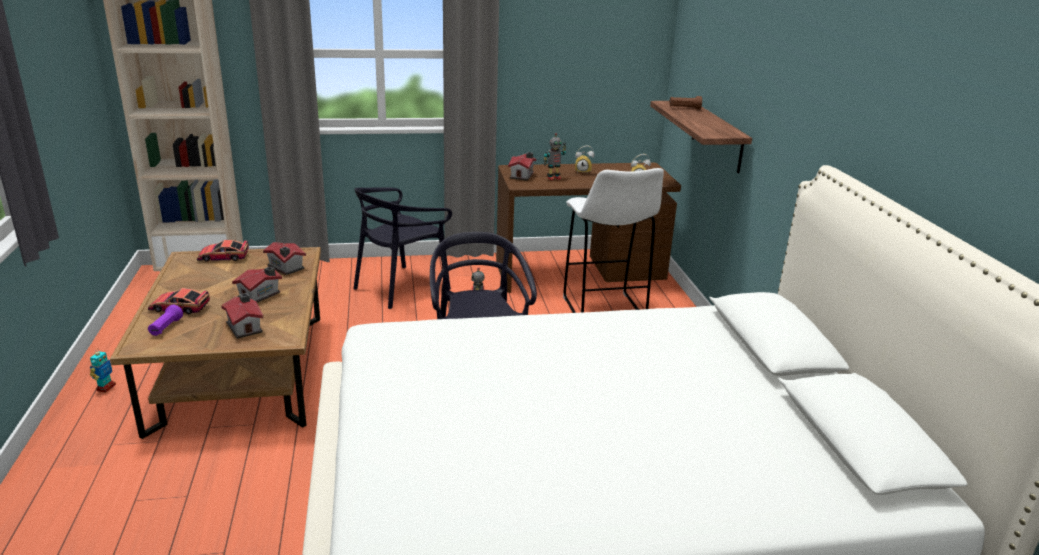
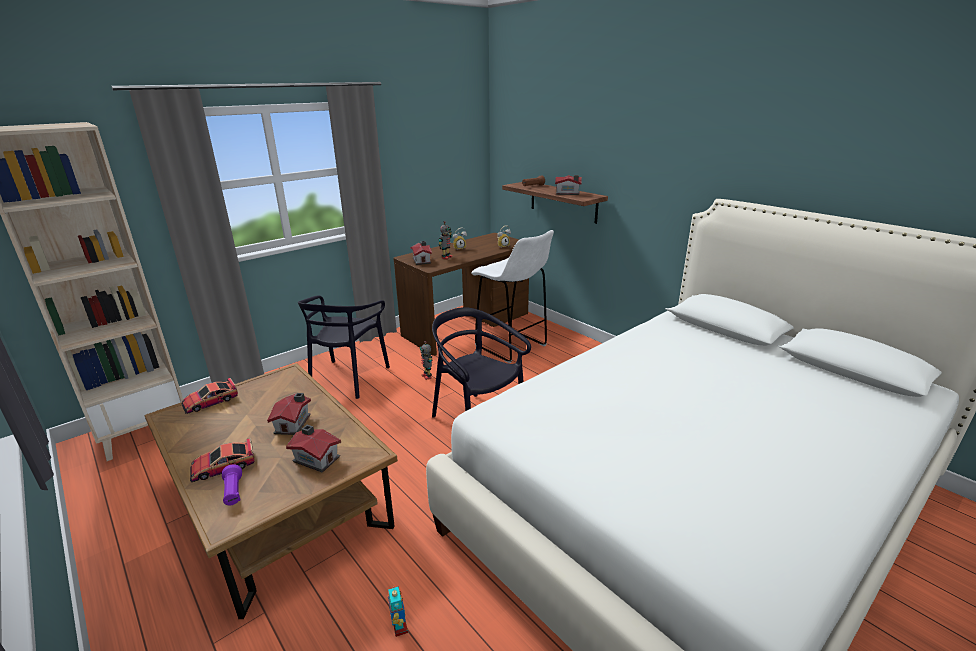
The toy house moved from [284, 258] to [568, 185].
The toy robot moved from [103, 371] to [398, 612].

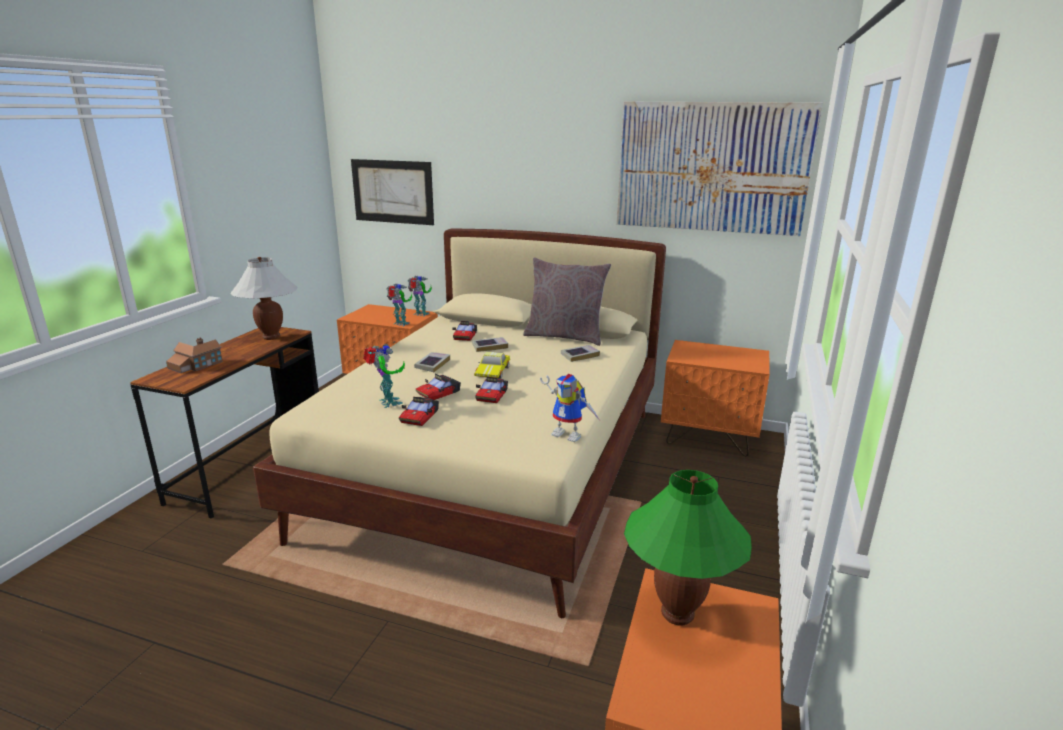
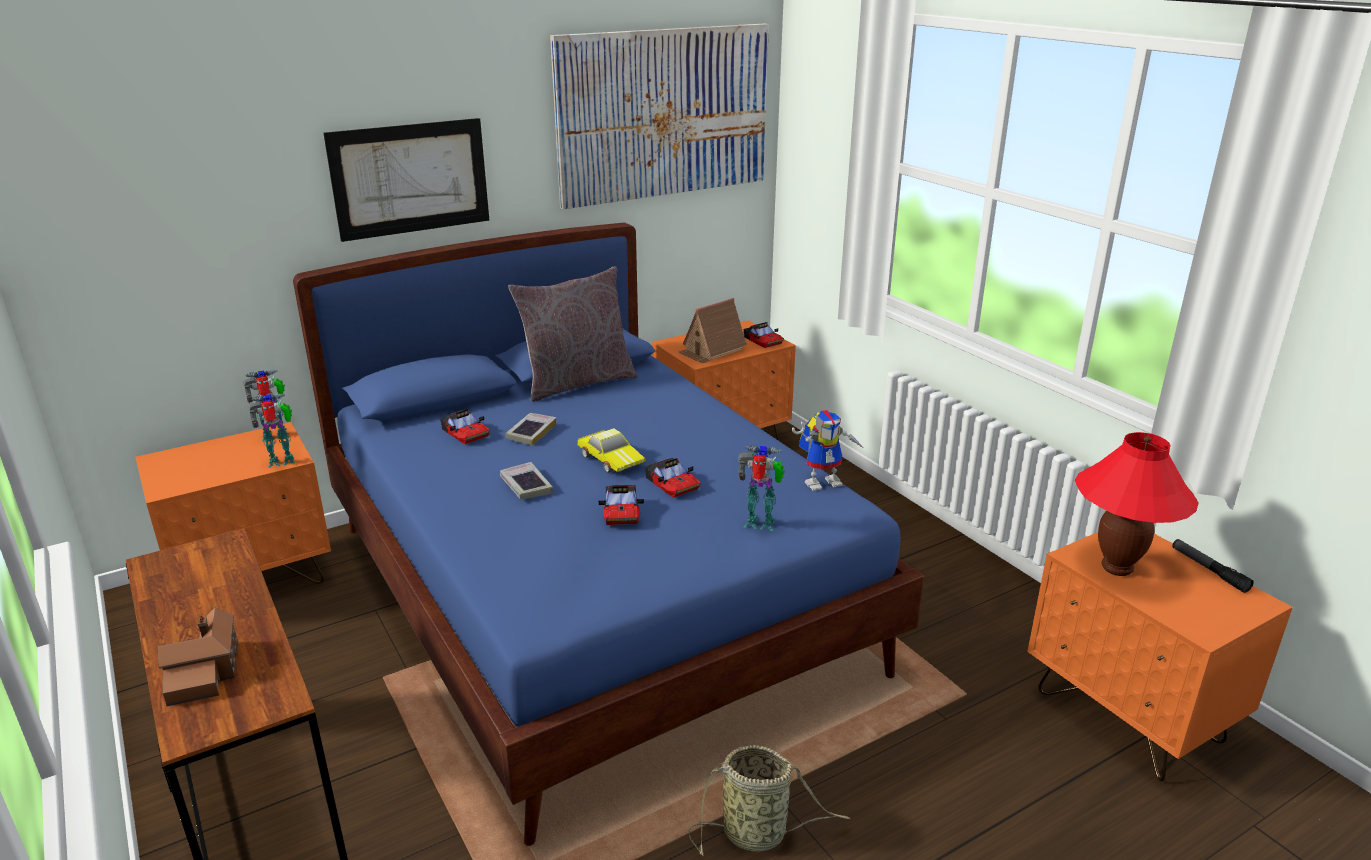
The picture moved from [392, 192] to [406, 180].
The beige bed at [459, 423] became the blue bed at [609, 534].
The white table lamp at [264, 298] disappeared.
The toy robot moved from [384, 376] to [761, 488].
The book at [580, 353] disappeared.
The toy car moved from [419, 411] to [764, 335].
The green table lamp at [688, 548] became the red table lamp at [1137, 504].
The toy house at [712, 330] appeared.
The flashlight at [1213, 566] appeared.
The basket at [769, 800] appeared.

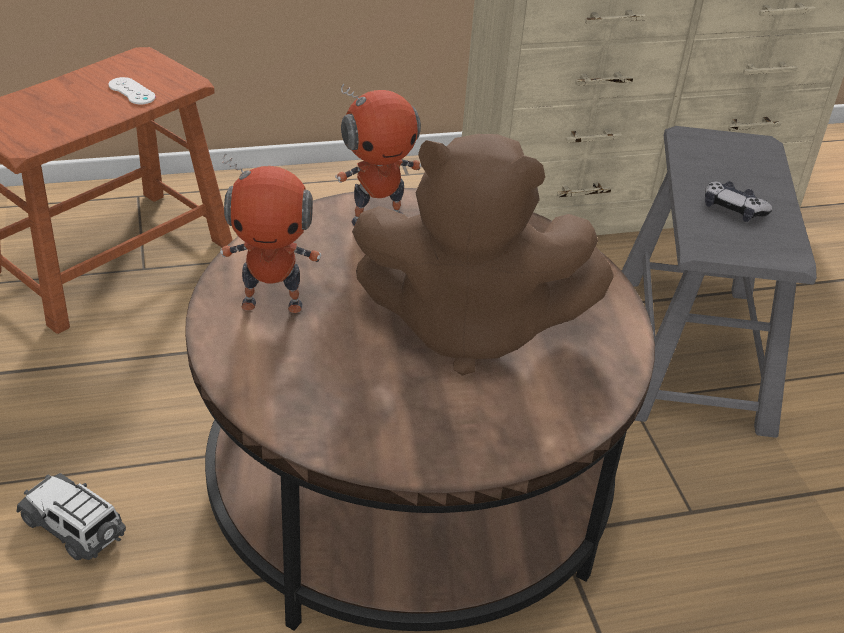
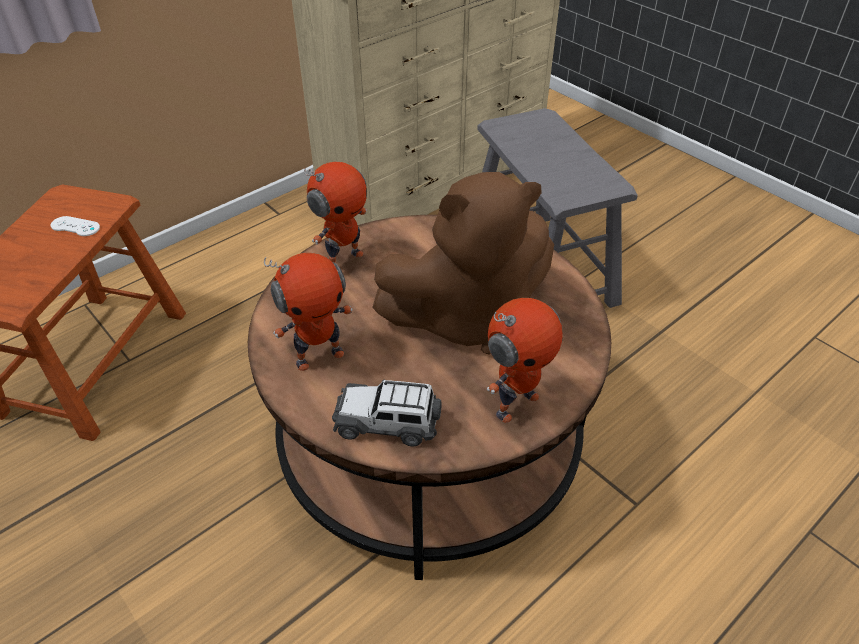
The game controller at [739, 201] disappeared.
The toy car moved from [71, 516] to [387, 413].
The toy robot at [525, 360] appeared.

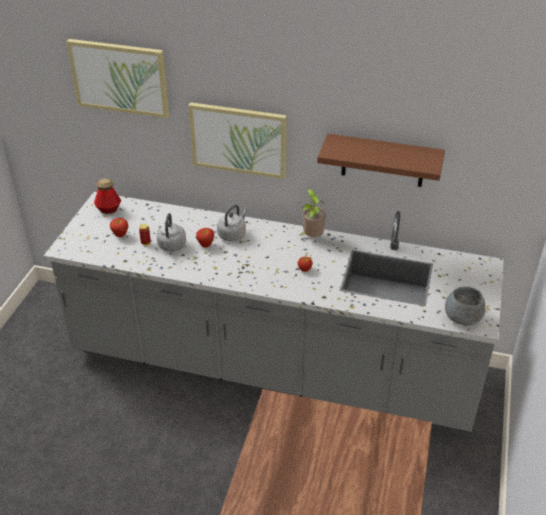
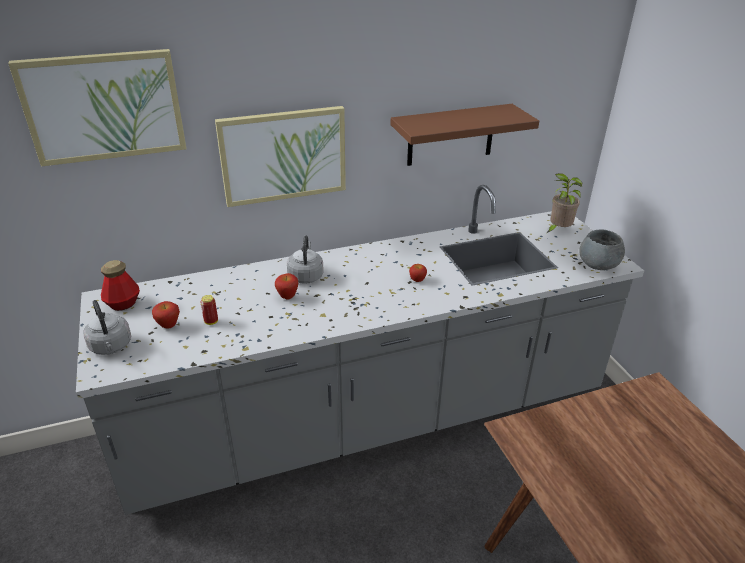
The potted plant moved from [312, 212] to [565, 203].
The grey kettle moved from [171, 232] to [107, 327].

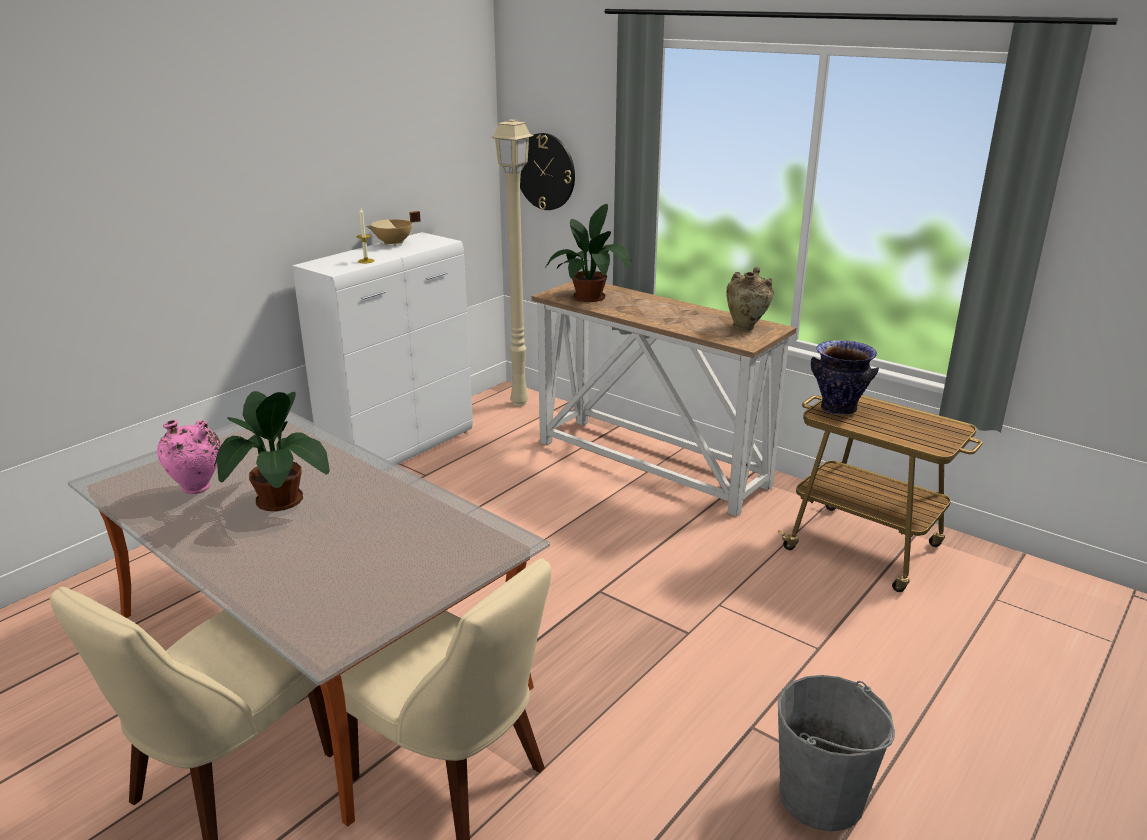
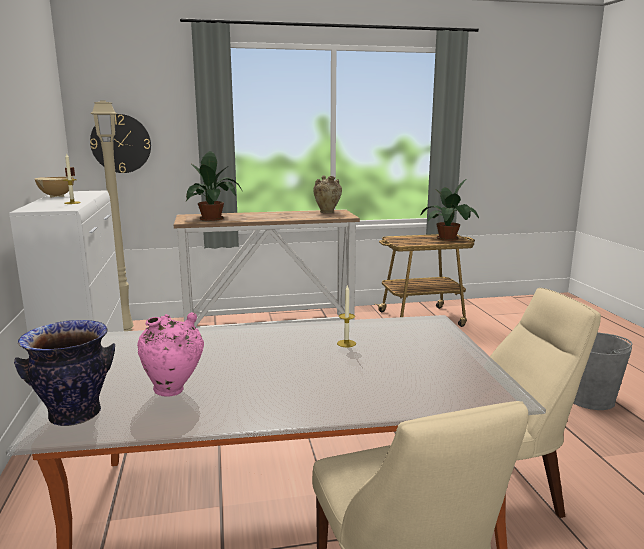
The vase moved from [845, 377] to [64, 373].
The potted plant moved from [272, 451] to [450, 210].
The candle at [346, 316] appeared.

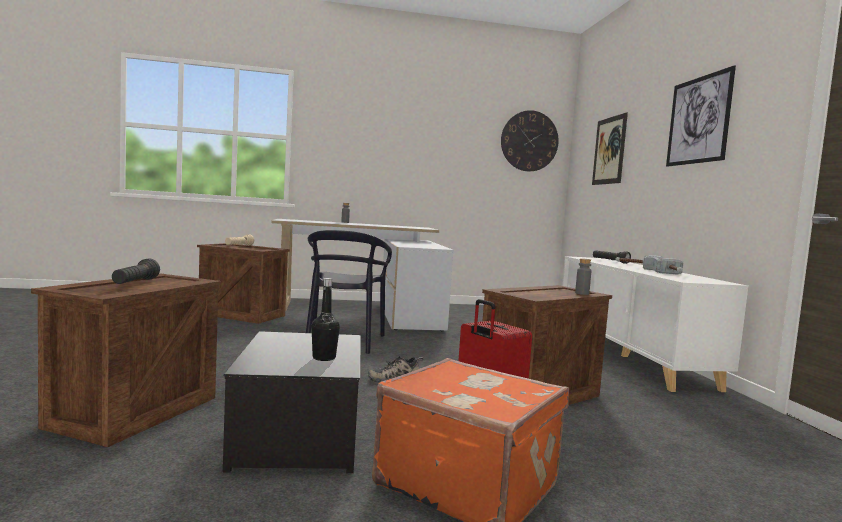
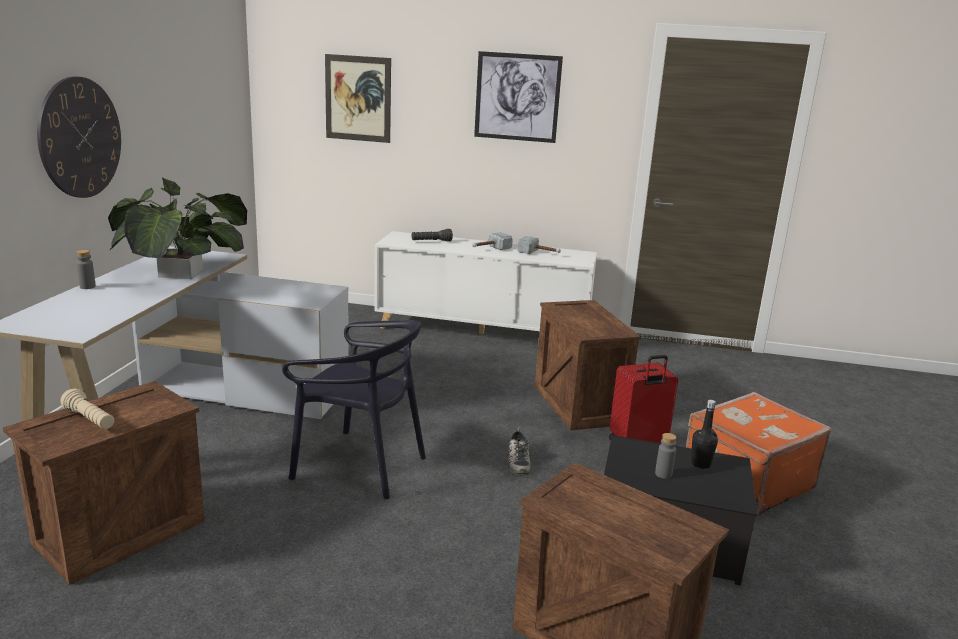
The wall clock moved from [530, 140] to [79, 137].
The black flashlight at [136, 271] disappeared.
The grey bottle moved from [583, 276] to [666, 456].
The potted plant at [177, 228] appeared.

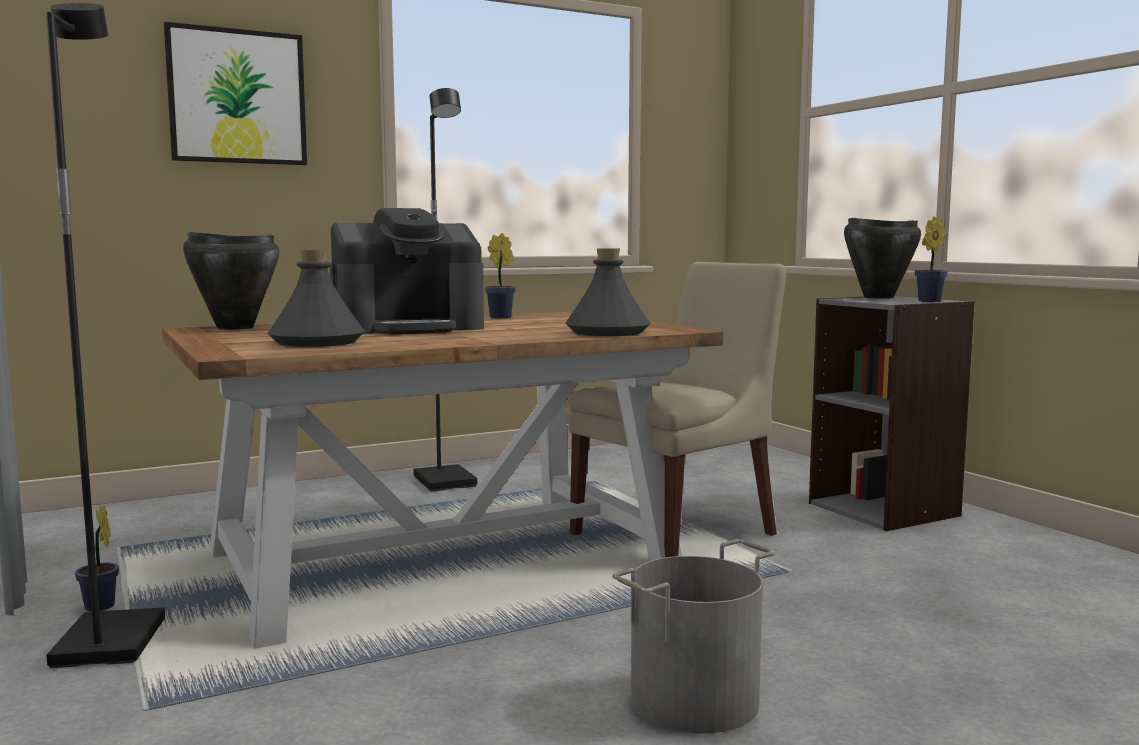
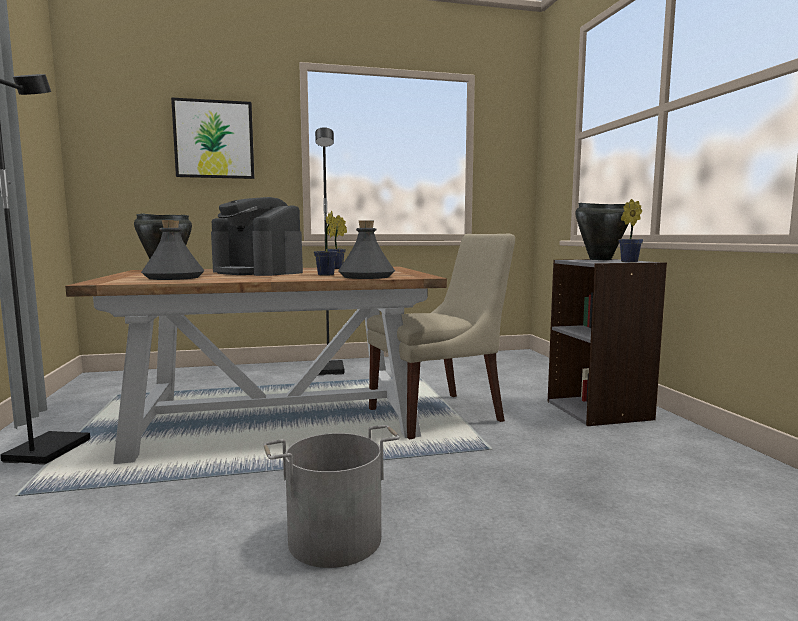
The coffee machine at [407, 271] turned 45 degrees clockwise.
The potted plant moved from [97, 558] to [325, 243].

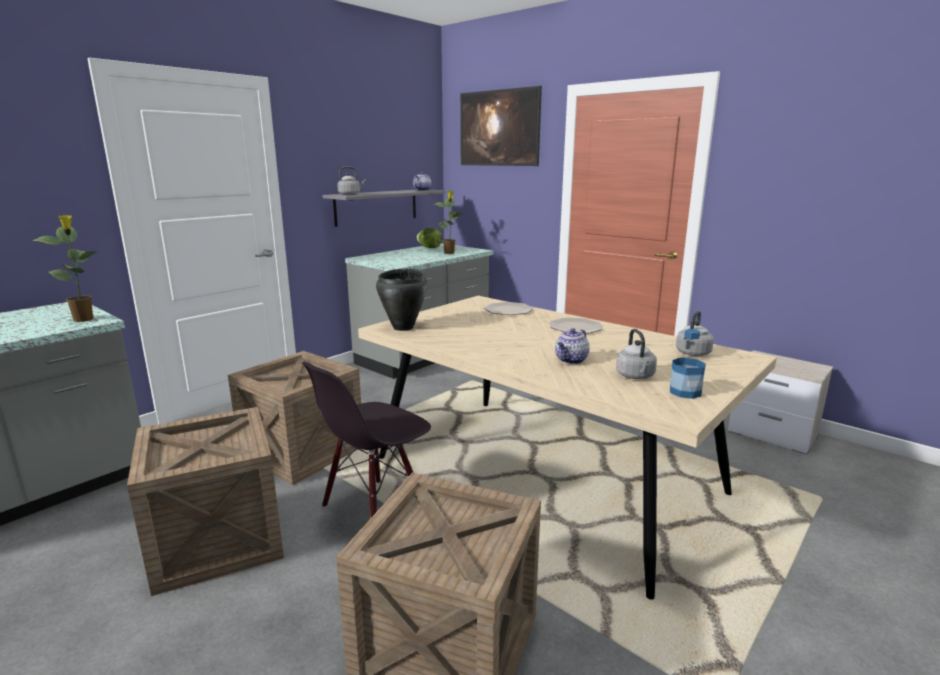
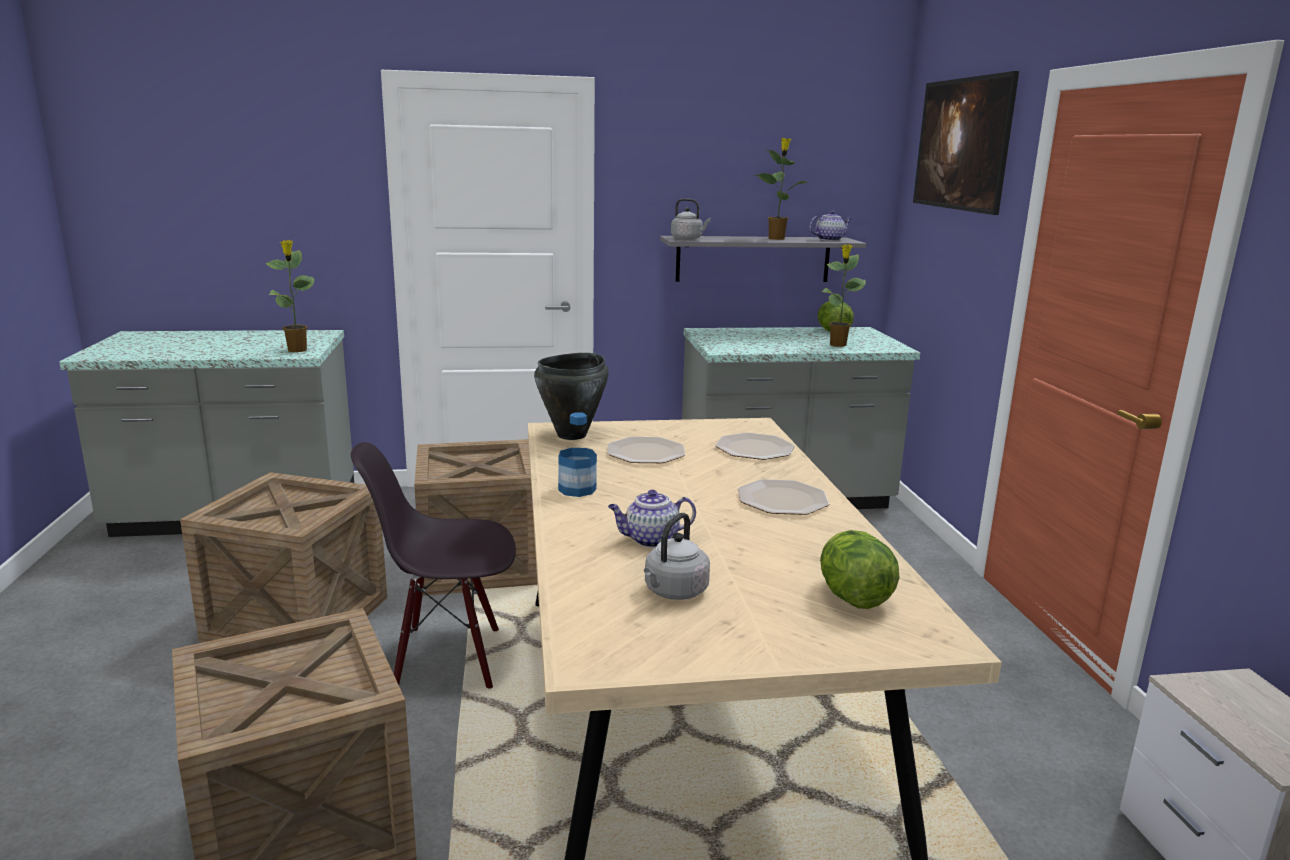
The grey kettle at [695, 333] was replaced by the lettuce at [859, 569].
The bottle moved from [688, 364] to [577, 454].
The potted plant at [781, 189] appeared.
The plate at [646, 450] appeared.

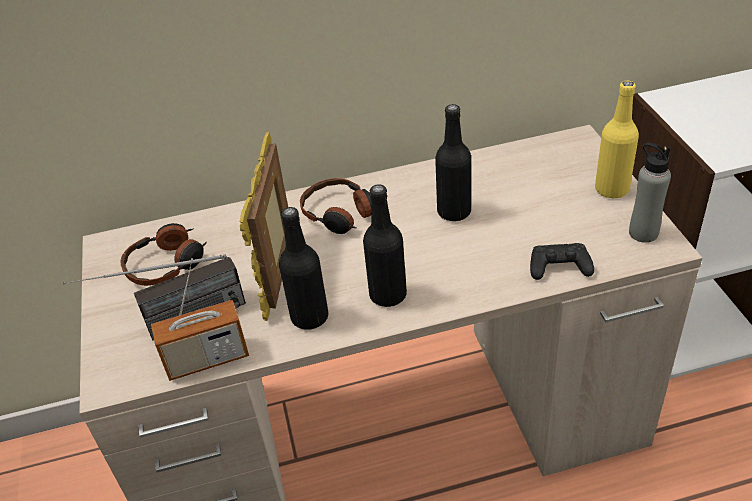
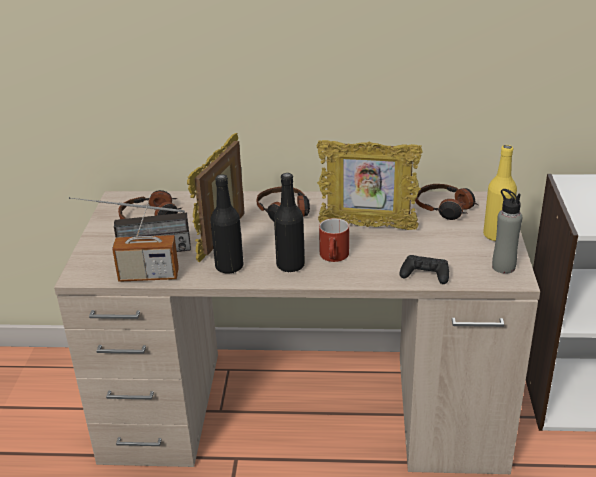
The black bottle at [453, 162] was replaced by the picture frame at [370, 185].
The headphones at [446, 202] appeared.
The red mug at [334, 240] appeared.

